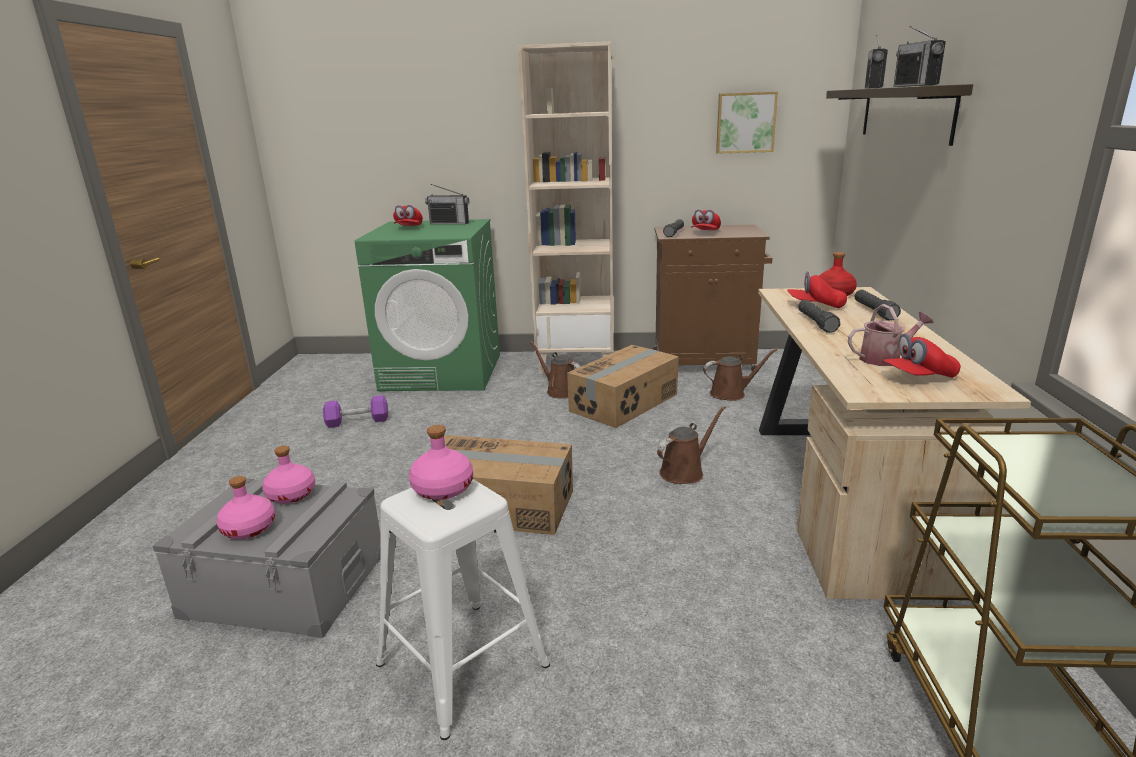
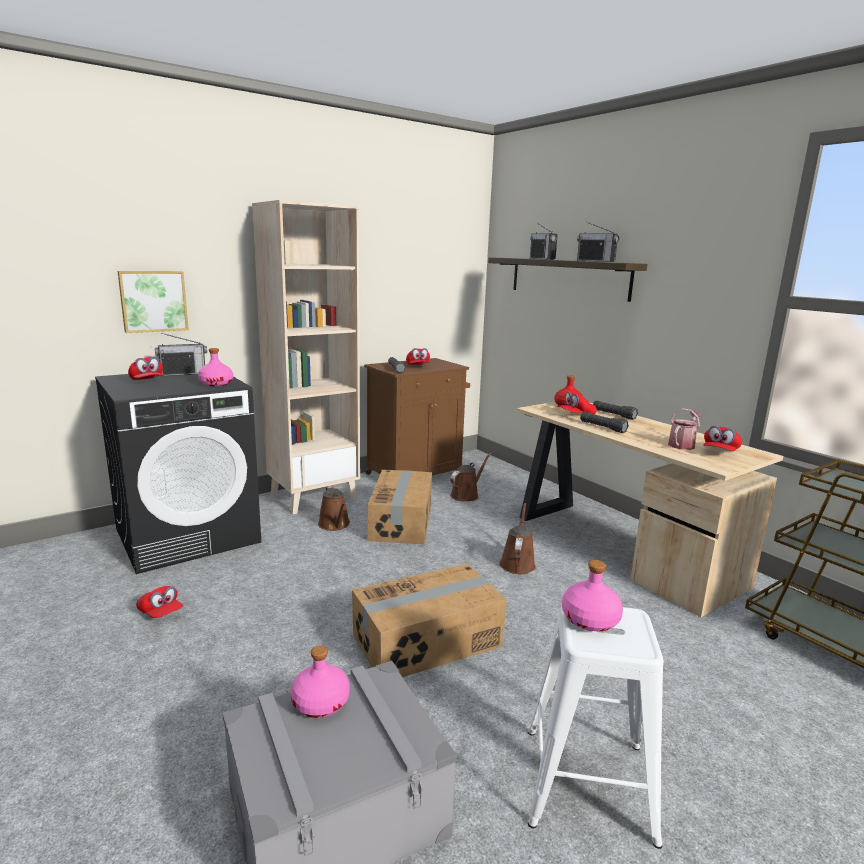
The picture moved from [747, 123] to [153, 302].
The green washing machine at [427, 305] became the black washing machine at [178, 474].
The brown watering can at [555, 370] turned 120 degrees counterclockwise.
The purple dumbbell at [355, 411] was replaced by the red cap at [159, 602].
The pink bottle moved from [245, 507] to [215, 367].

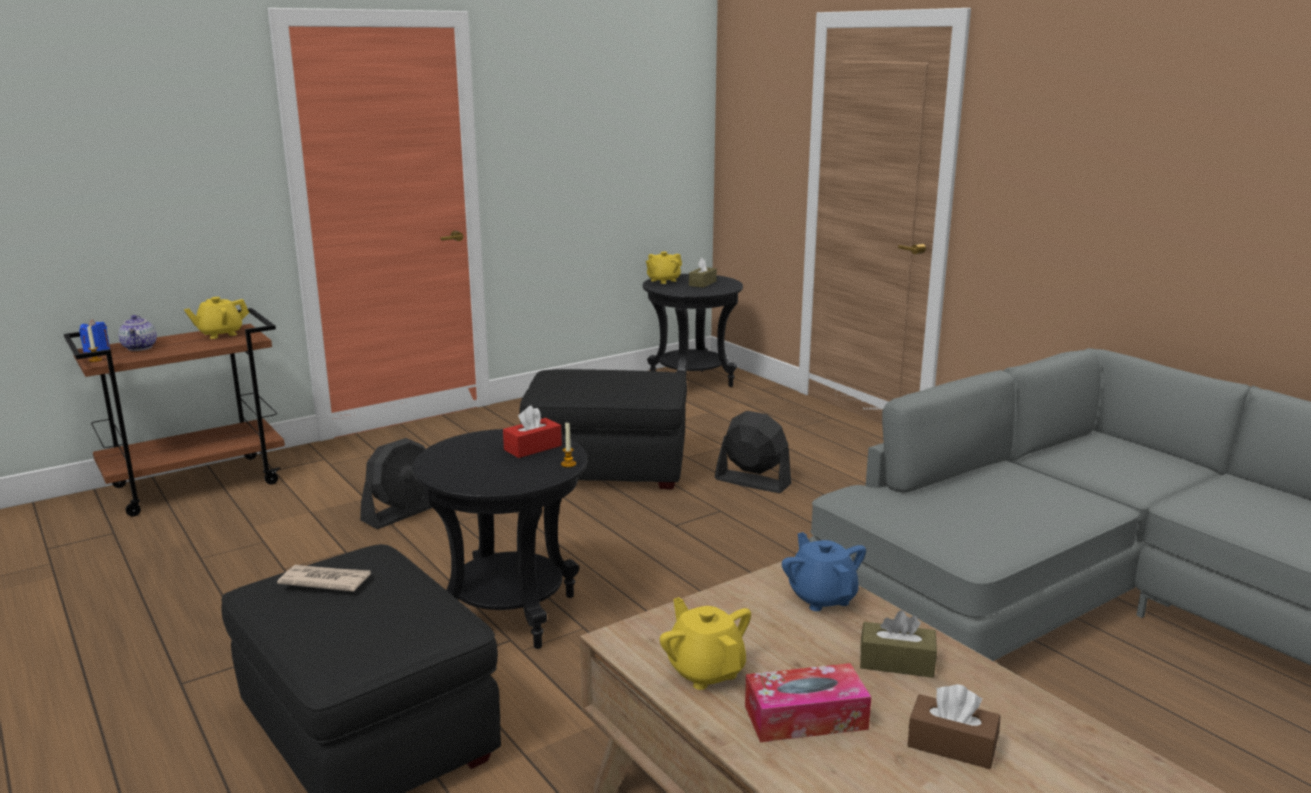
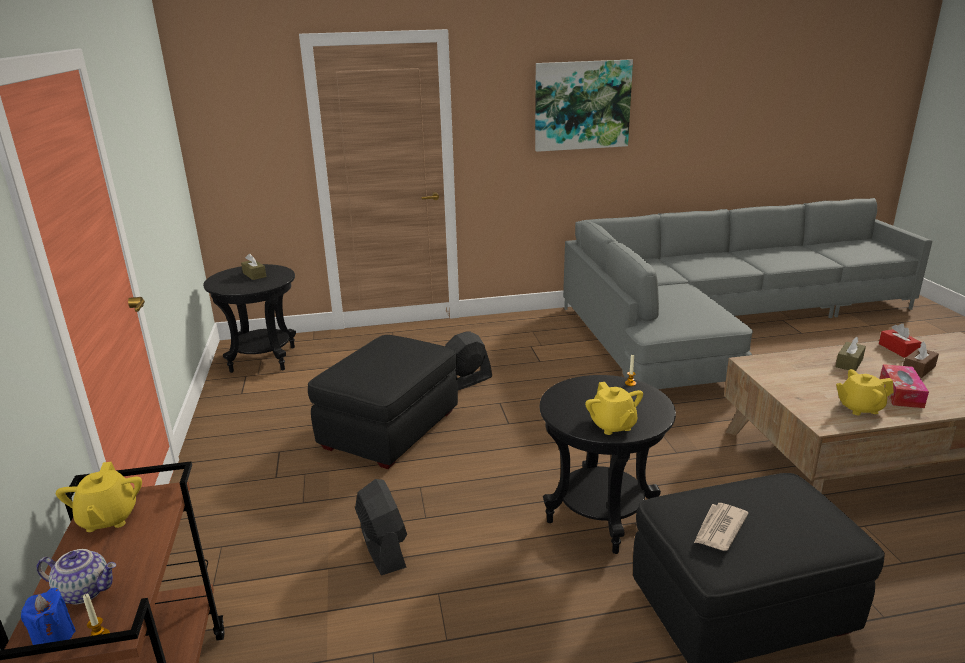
The yellow teapot moved from [664, 268] to [614, 408].
The red tissue box moved from [532, 431] to [900, 340].
The blue teapot at [824, 571] disappeared.
The picture at [584, 105] appeared.

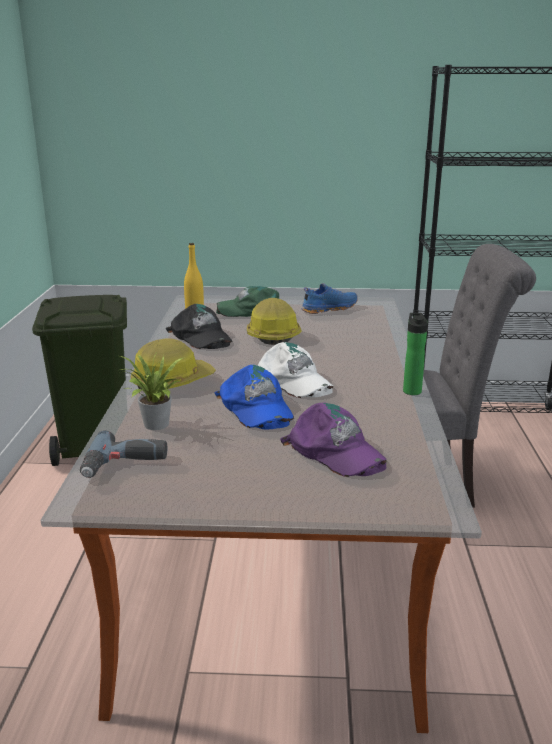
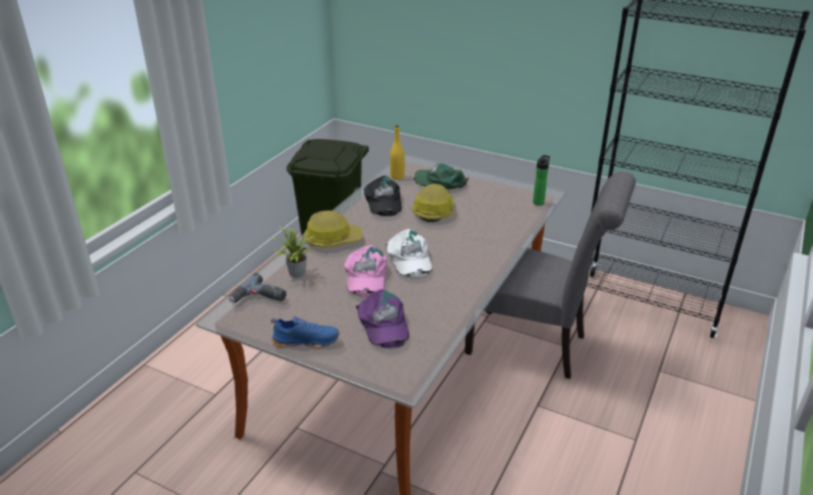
The blue shoe moved from [330, 298] to [305, 332].
The bottle moved from [415, 354] to [541, 180].
The blue cap at [254, 397] became the pink cap at [365, 271].

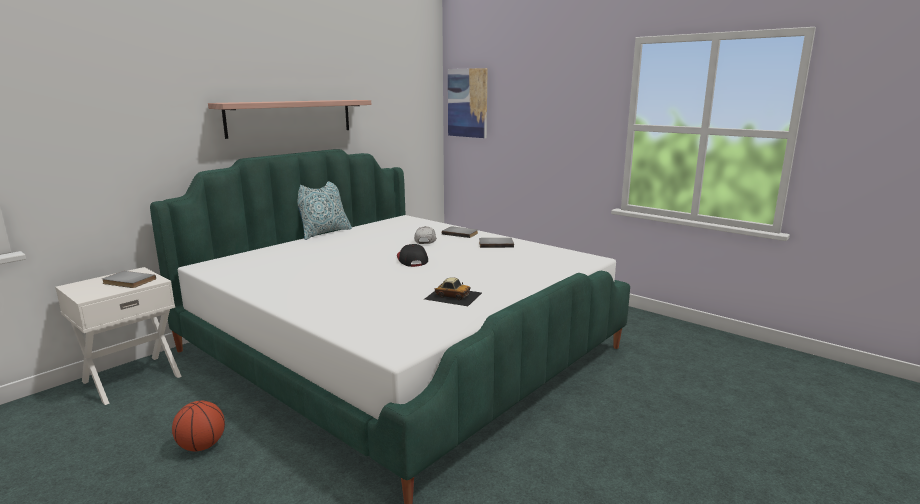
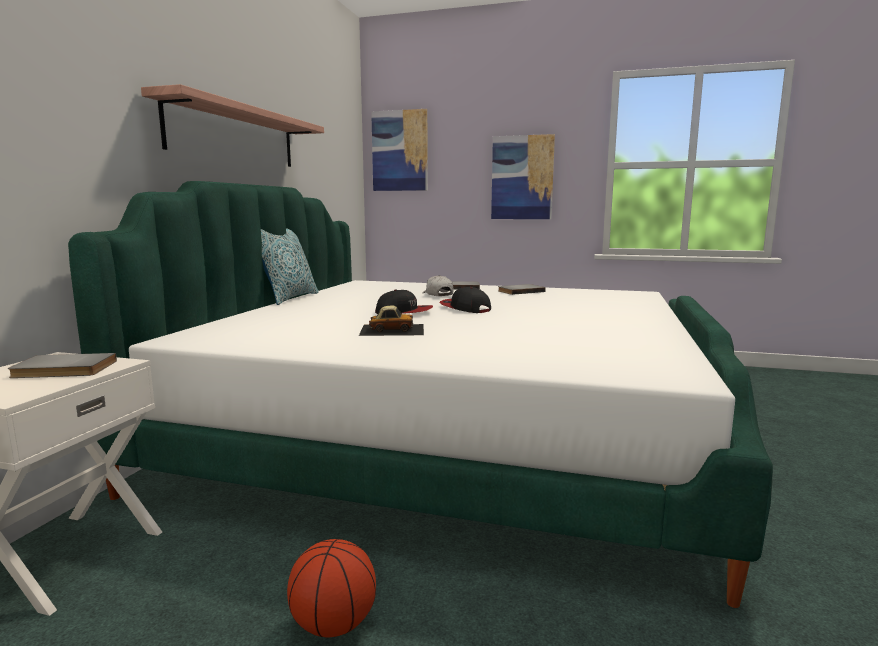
The toy car moved from [453, 292] to [391, 321].
The picture at [523, 176] appeared.
The cap at [404, 302] appeared.

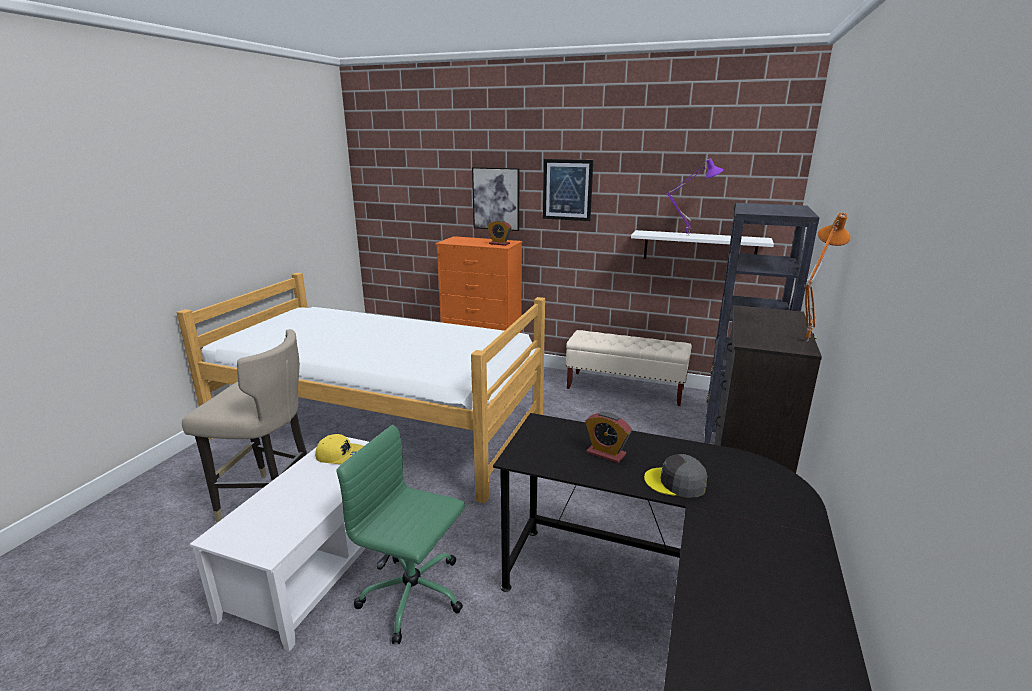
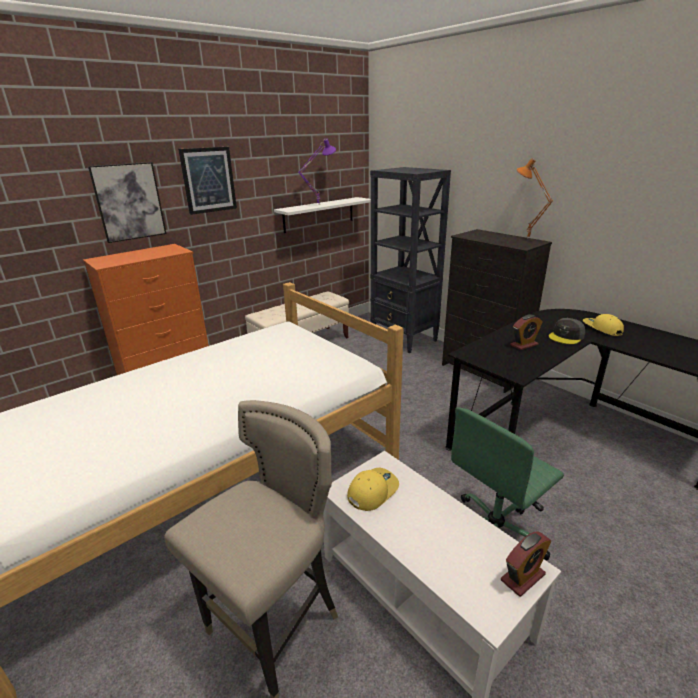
The alarm clock moved from [499, 232] to [526, 564].
The yellow cap at [603, 325] appeared.

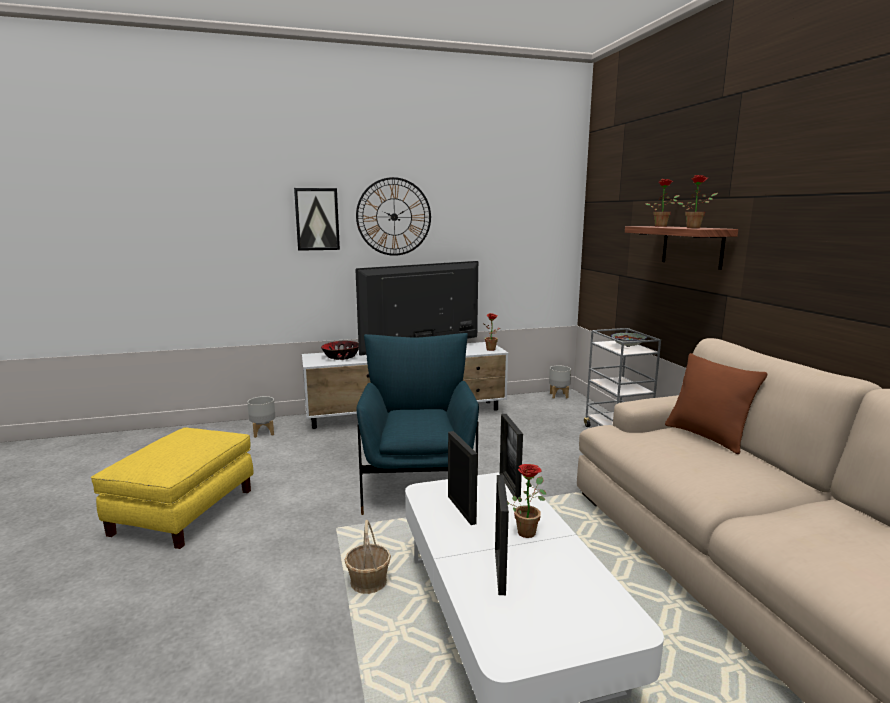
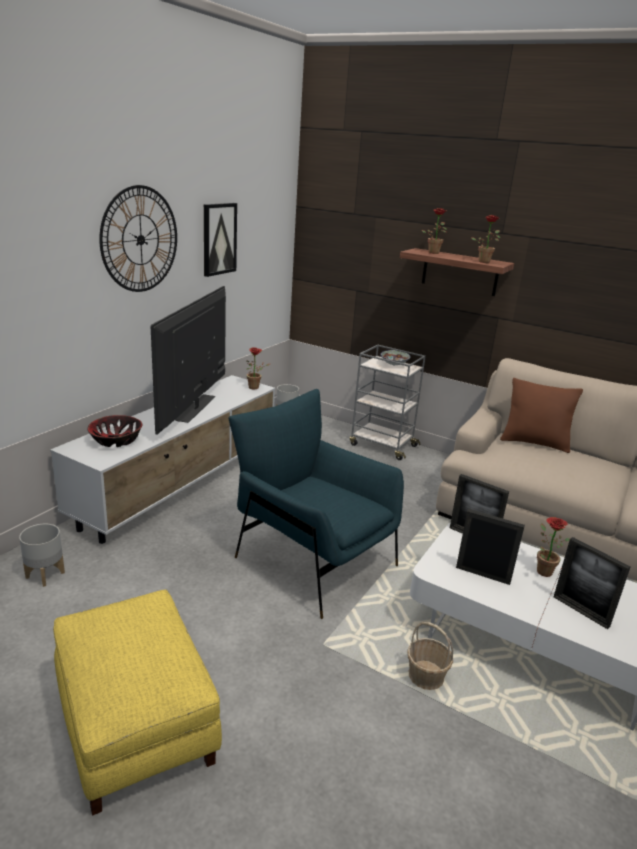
The picture moved from [317, 219] to [220, 240].

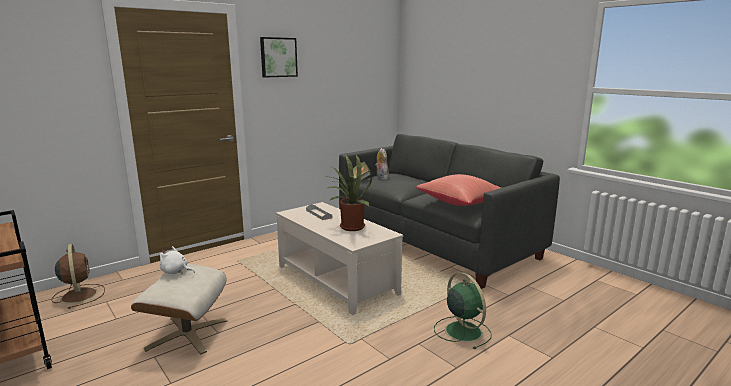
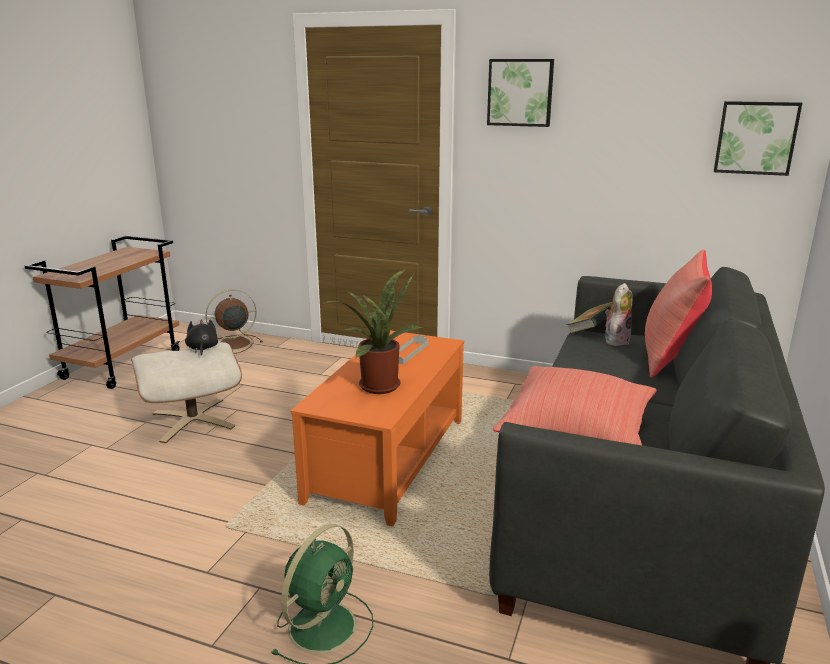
The beige coffee table at [339, 258] became the orange coffee table at [377, 428].
The brown fan at [78, 276] turned 150 degrees counterclockwise.
The white plush toy at [177, 260] became the black plush toy at [201, 337].
The picture at [758, 138] appeared.
The red pillow at [678, 314] appeared.

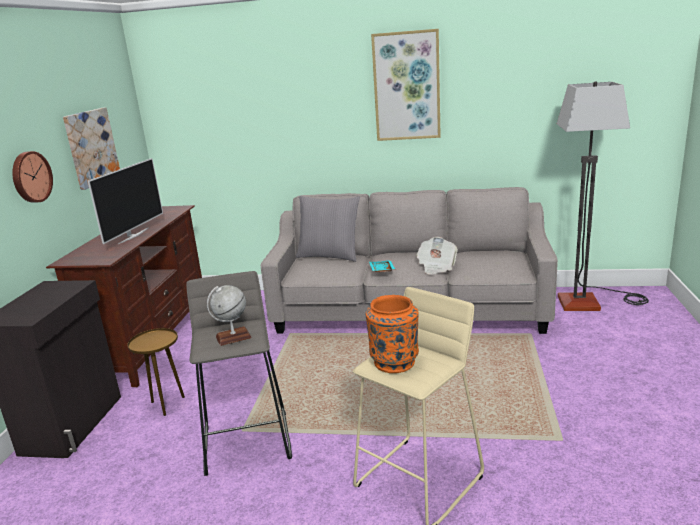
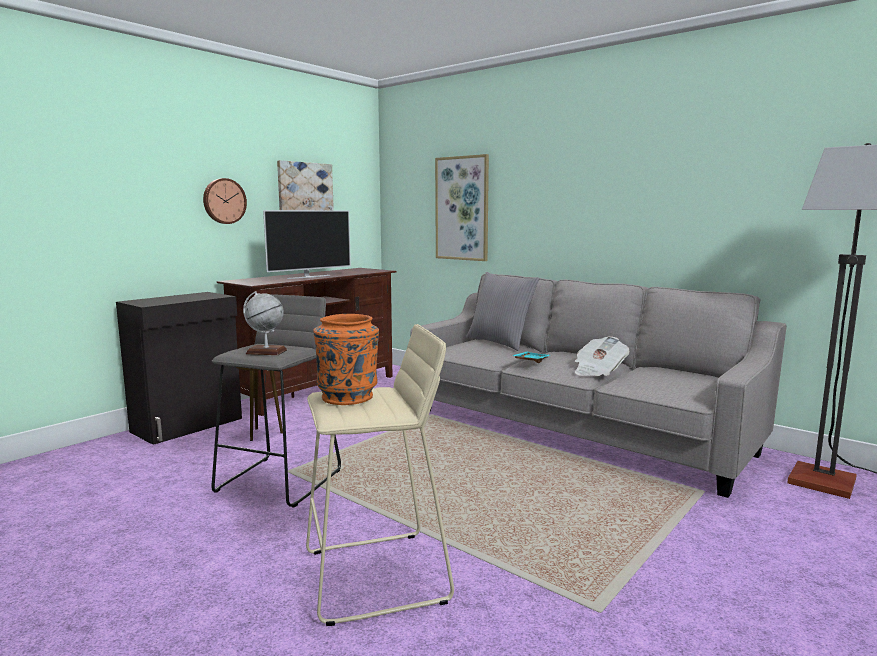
The picture moved from [406, 85] to [462, 207].

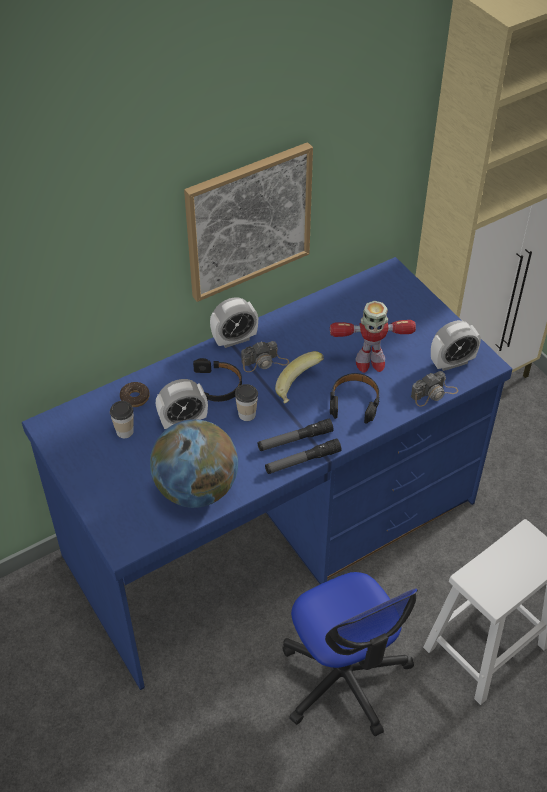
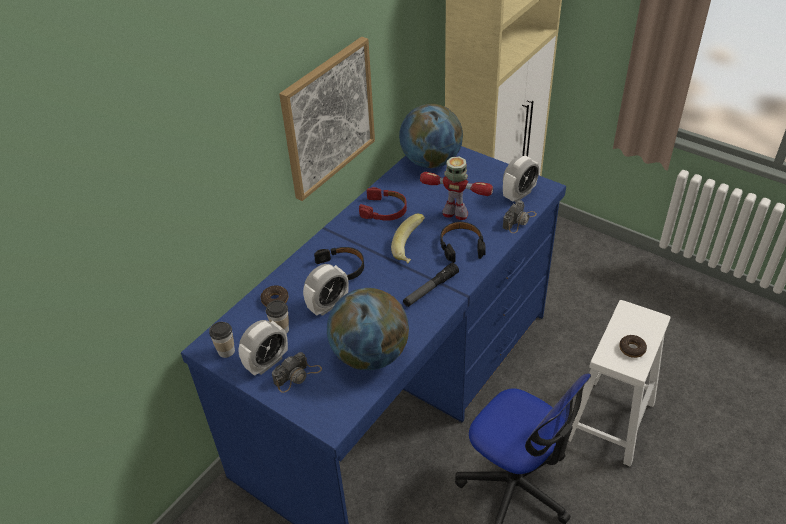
The alarm clock moved from [234, 322] to [263, 348].
The toy robot at [373, 337] turned 135 degrees counterclockwise.
The photo camera moved from [265, 356] to [297, 372].
The cup moved from [246, 402] to [222, 340].
The flashlight at [303, 456] disappeared.
The globe at [431, 136] appeared.
The red headphones at [383, 204] appeared.
The donut at [633, 346] appeared.

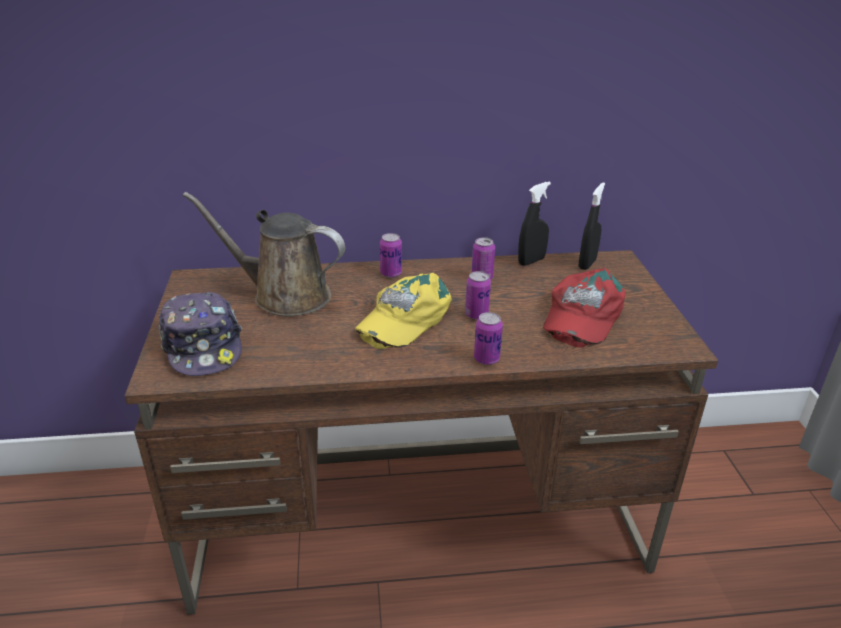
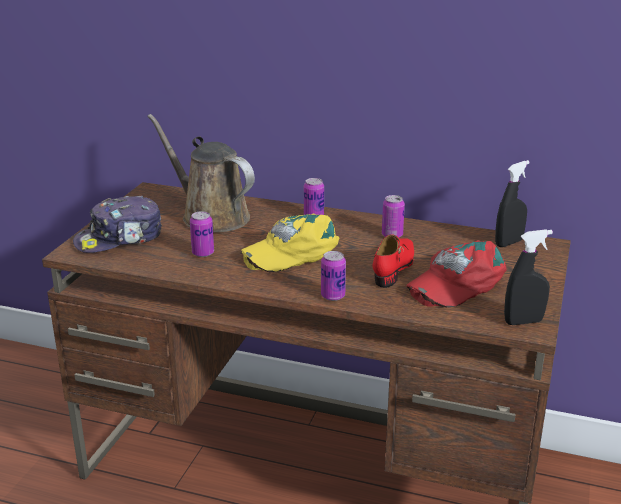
The black spray bottle moved from [534, 224] to [528, 277].
The can moved from [478, 295] to [202, 234].
The cap at [200, 334] turned 60 degrees clockwise.
The red shoe at [393, 261] appeared.

